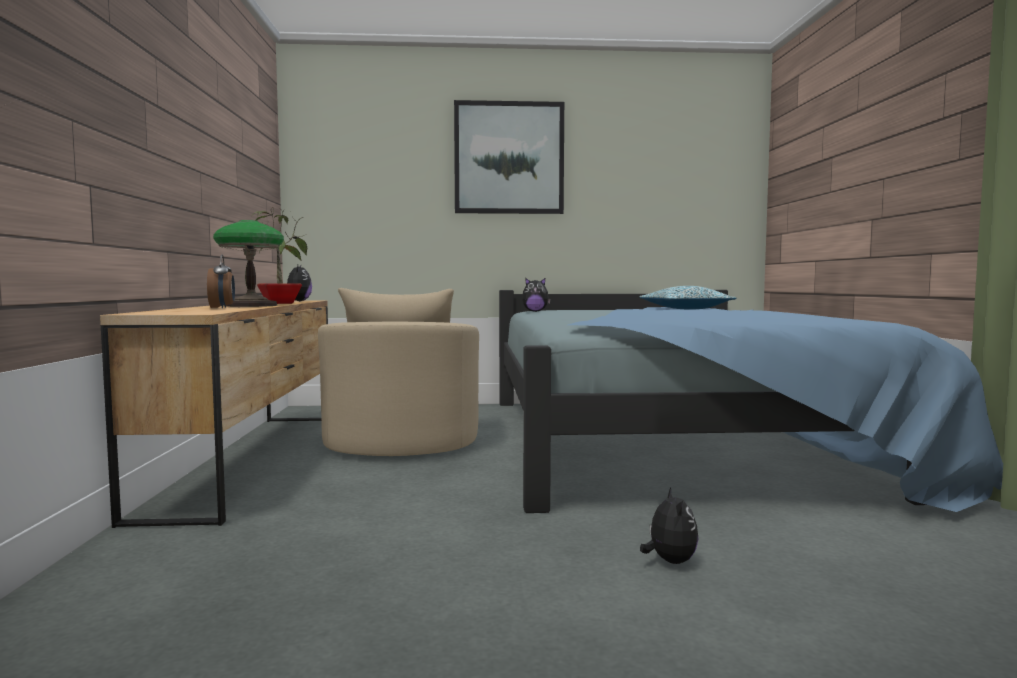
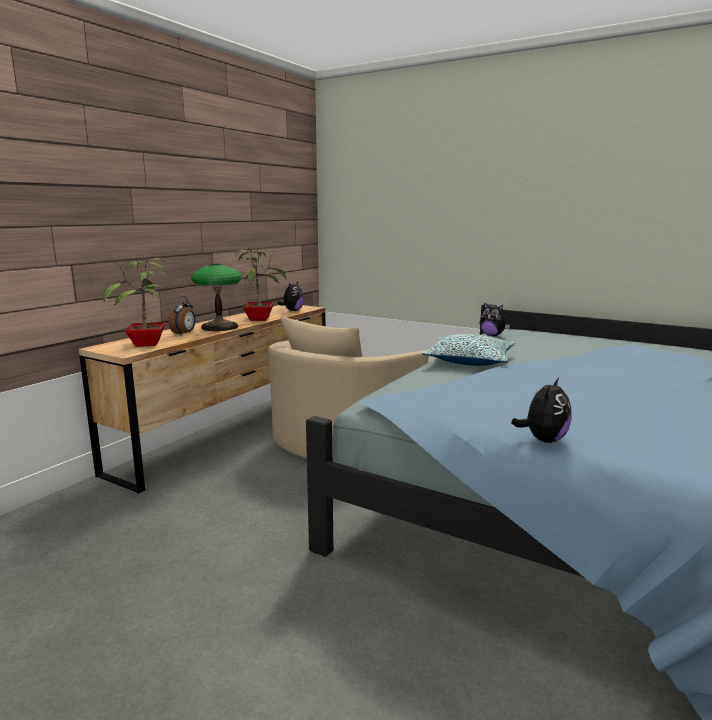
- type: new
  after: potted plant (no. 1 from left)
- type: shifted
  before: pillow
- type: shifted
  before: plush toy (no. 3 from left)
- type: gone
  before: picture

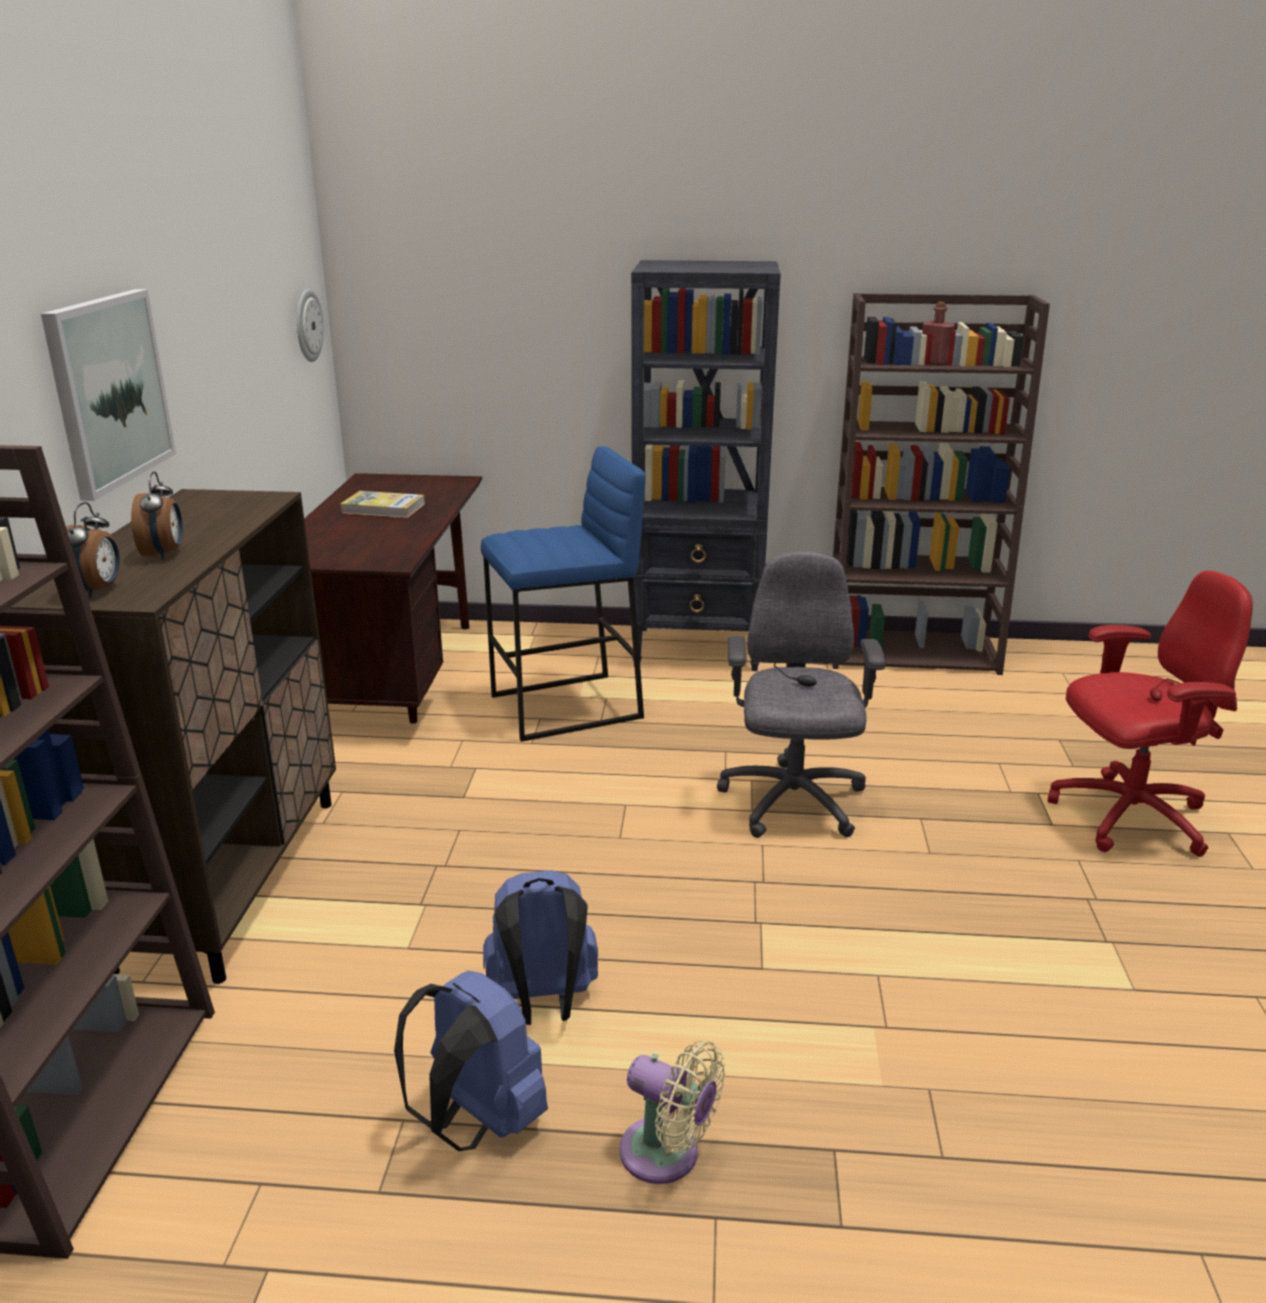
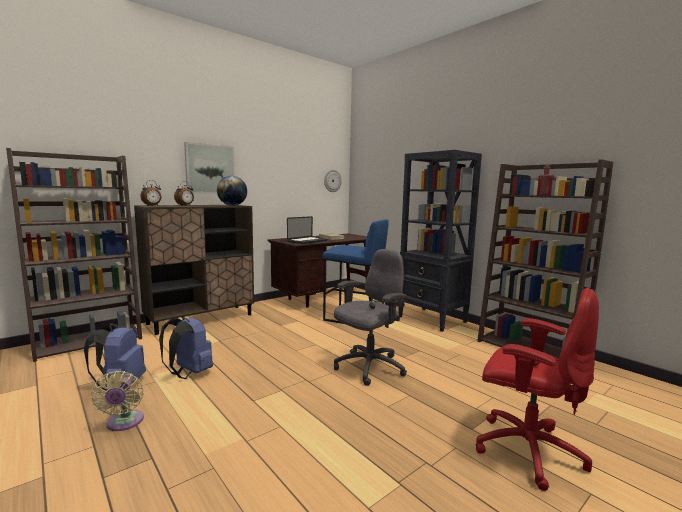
- type: new
  after: globe
- type: new
  after: laptop

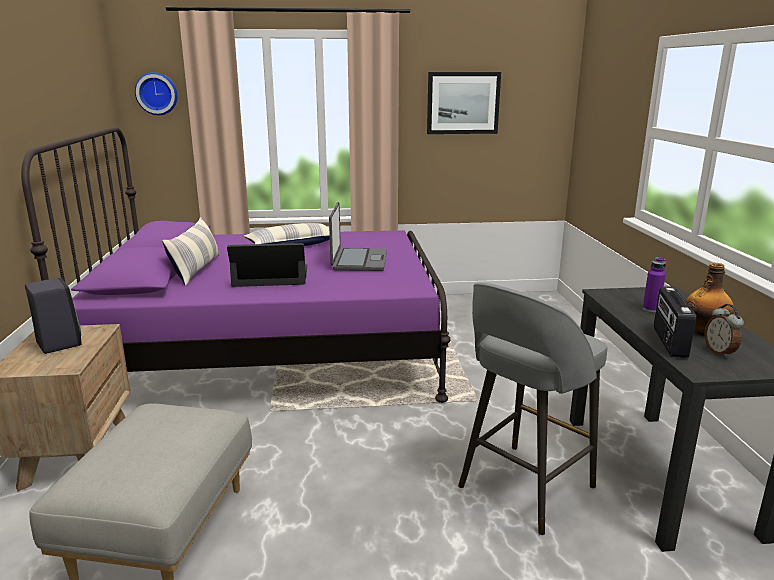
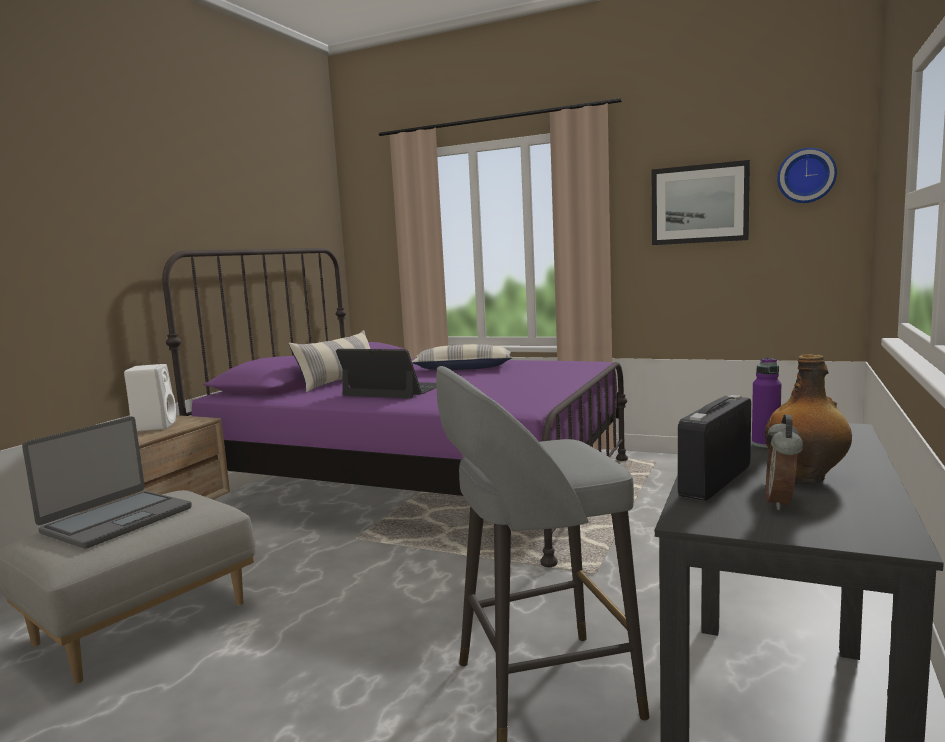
- type: shifted
  before: laptop (no. 2 from left in the first image)
  after: laptop (no. 1 from left)
- type: repainted
  before: black speaker
  after: white speaker
- type: shifted
  before: wall clock

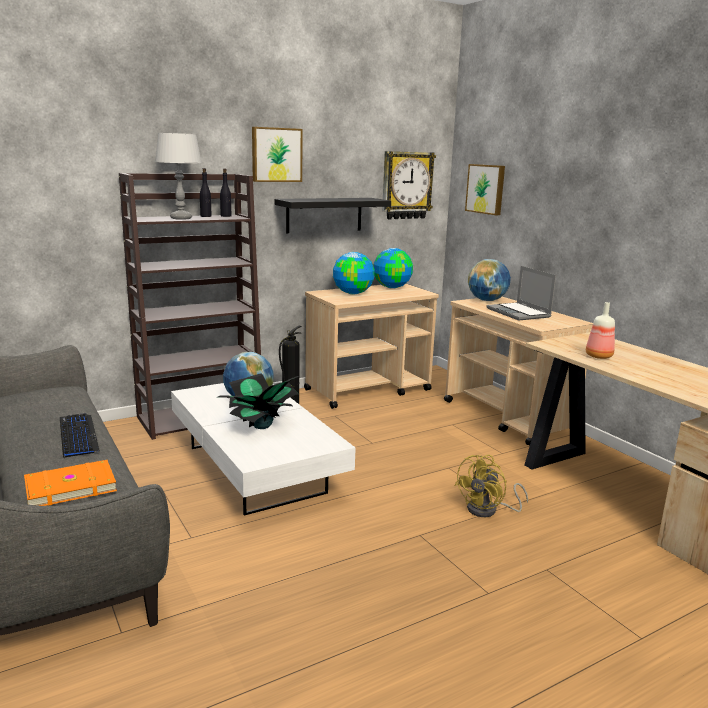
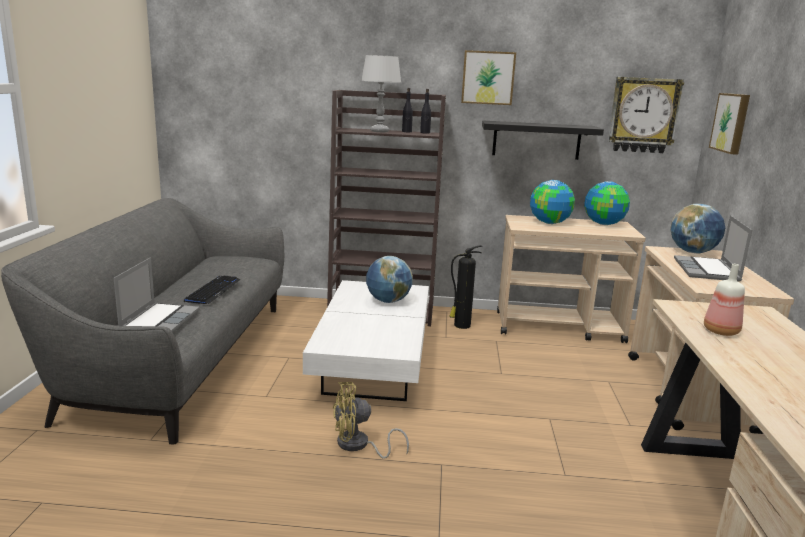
- type: swapped
  before: orange book
  after: laptop (no. 1 from left)
- type: shifted
  before: yellow fan
- type: gone
  before: potted plant

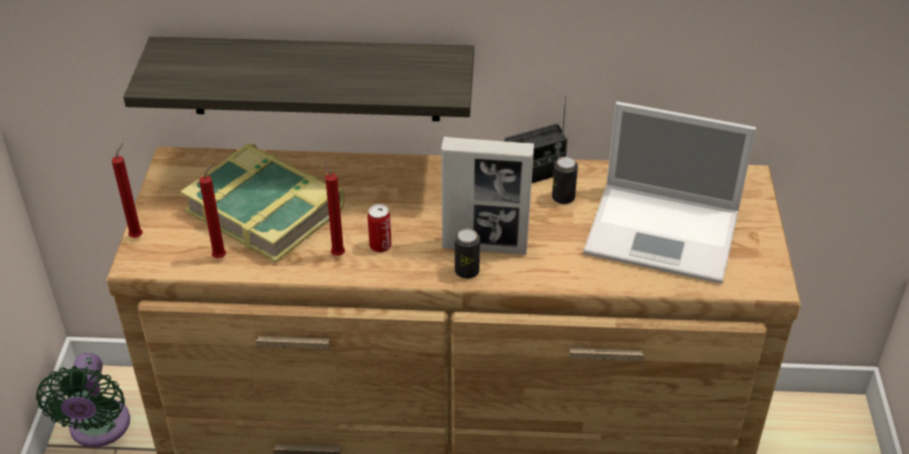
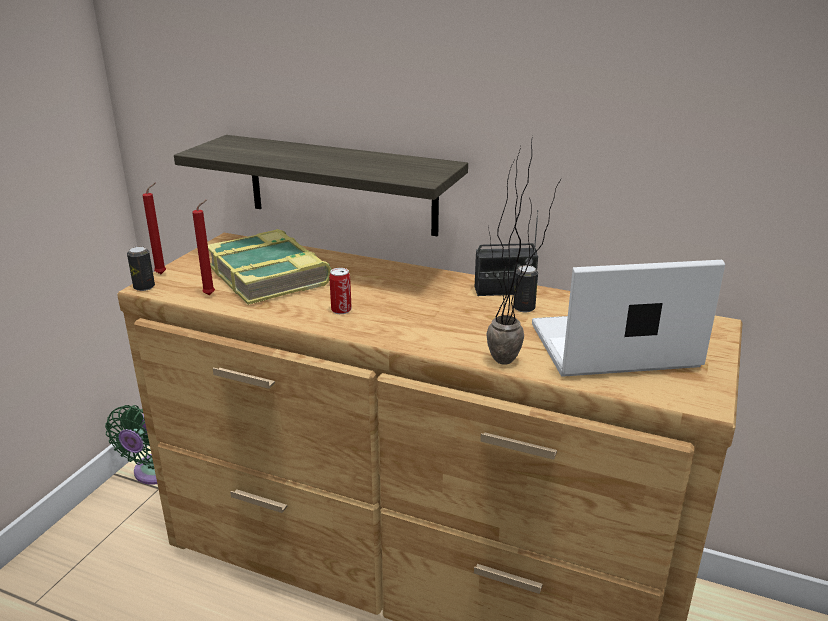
- type: shifted
  before: can (no. 2 from left in the first image)
  after: can (no. 1 from left)
- type: new
  after: potted plant
- type: rotated
  before: laptop
  turn: 135
- type: gone
  before: red candle (no. 3 from left)
- type: gone
  before: picture frame

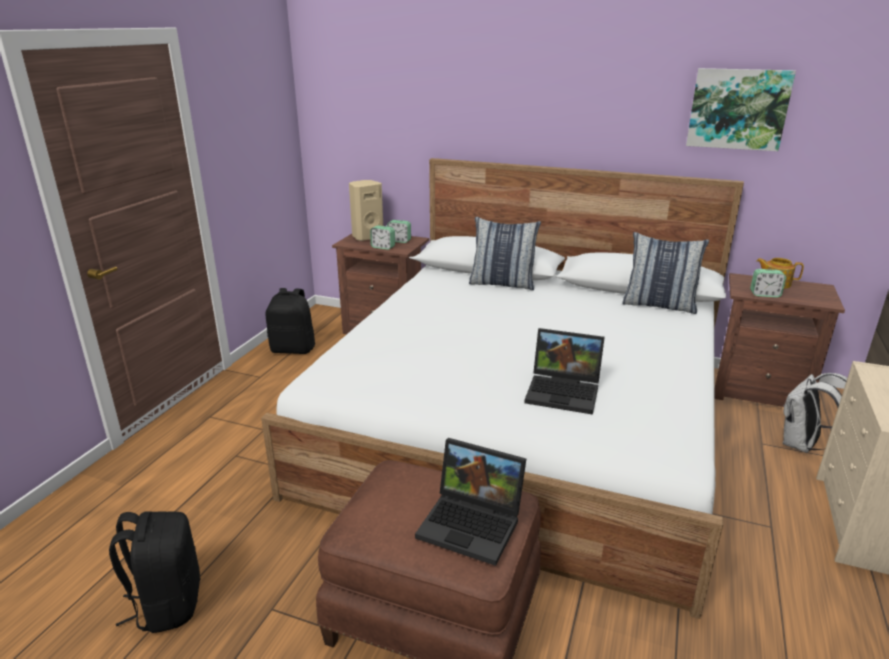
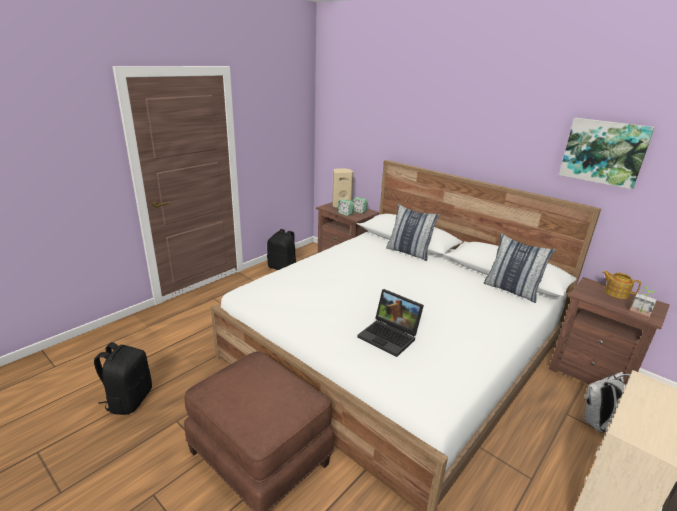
- type: new
  after: potted plant
- type: gone
  before: laptop (no. 1 from left)
- type: gone
  before: alarm clock (no. 3 from left)

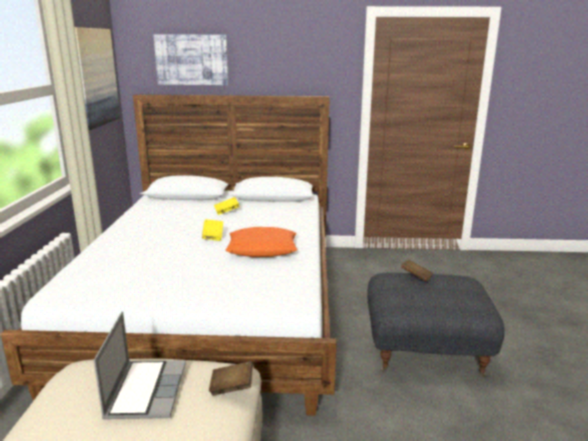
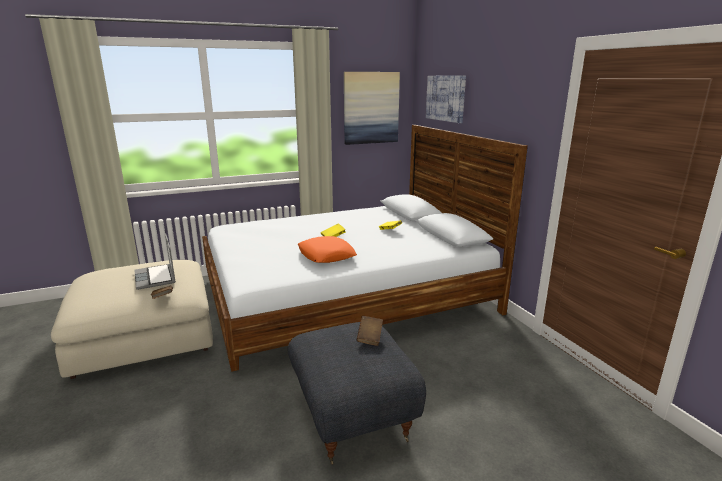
- type: rotated
  before: laptop
  turn: 90

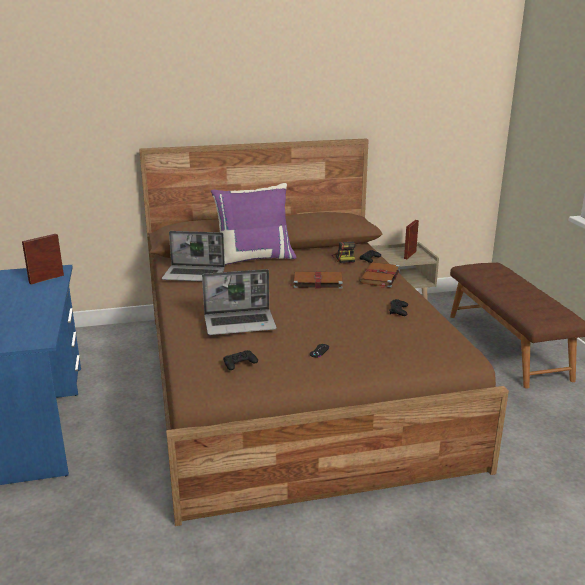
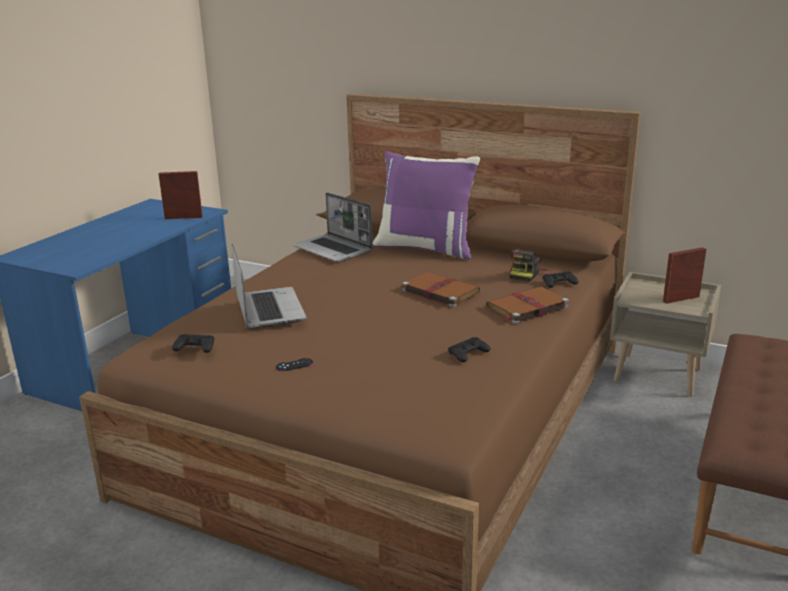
- type: rotated
  before: laptop (no. 2 from left in the first image)
  turn: -135

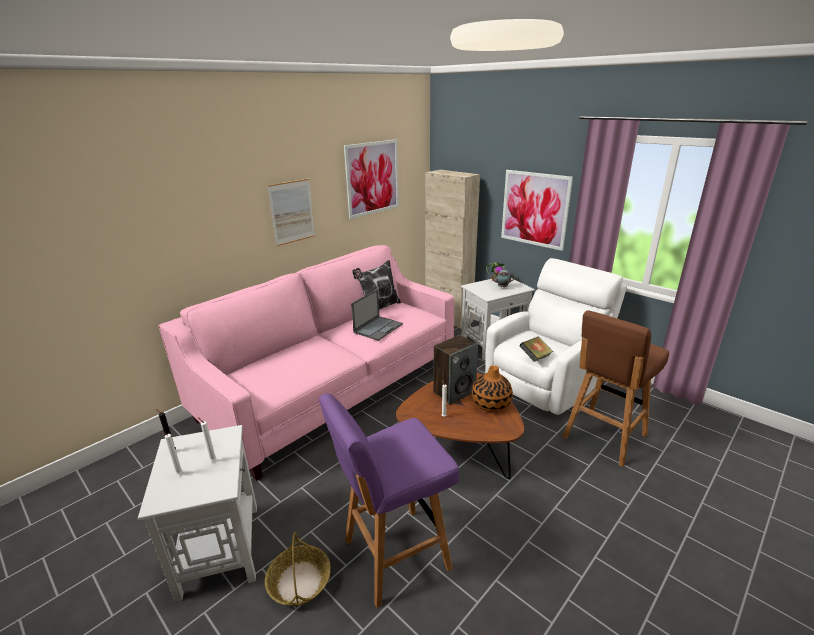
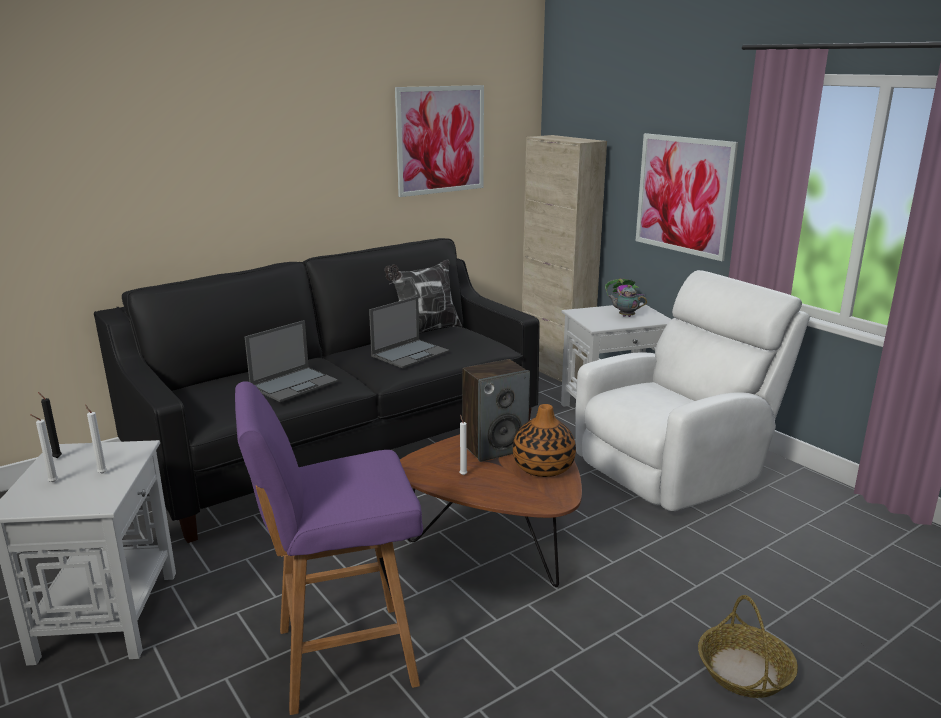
- type: repainted
  before: pink sofa
  after: black sofa
- type: new
  after: laptop (no. 1 from left)
- type: shifted
  before: basket
- type: gone
  before: picture (no. 1 from left)
- type: gone
  before: book
- type: gone
  before: brown stool

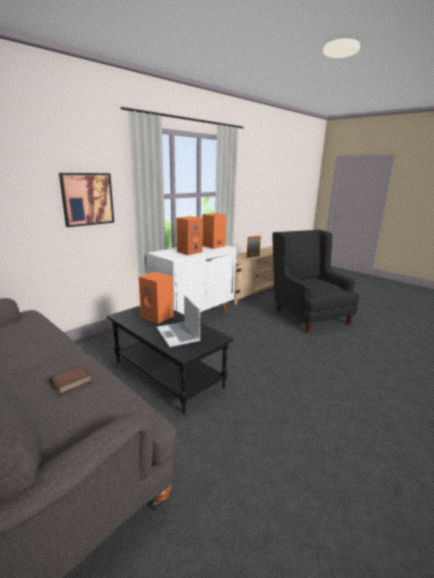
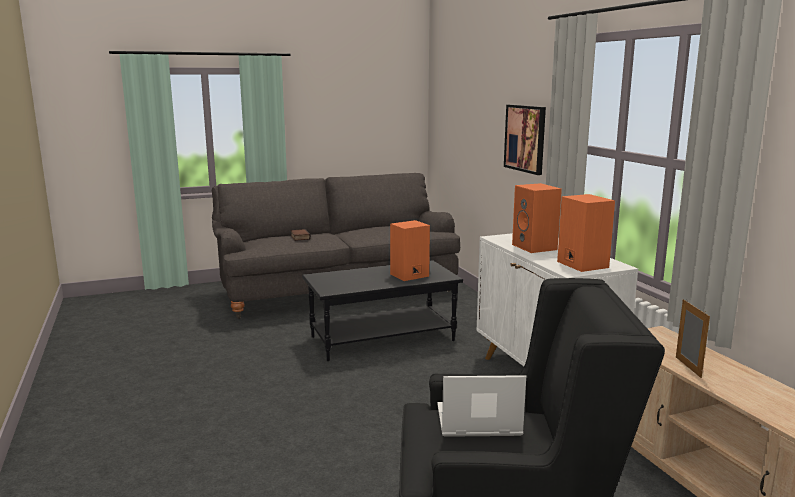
- type: shifted
  before: laptop

